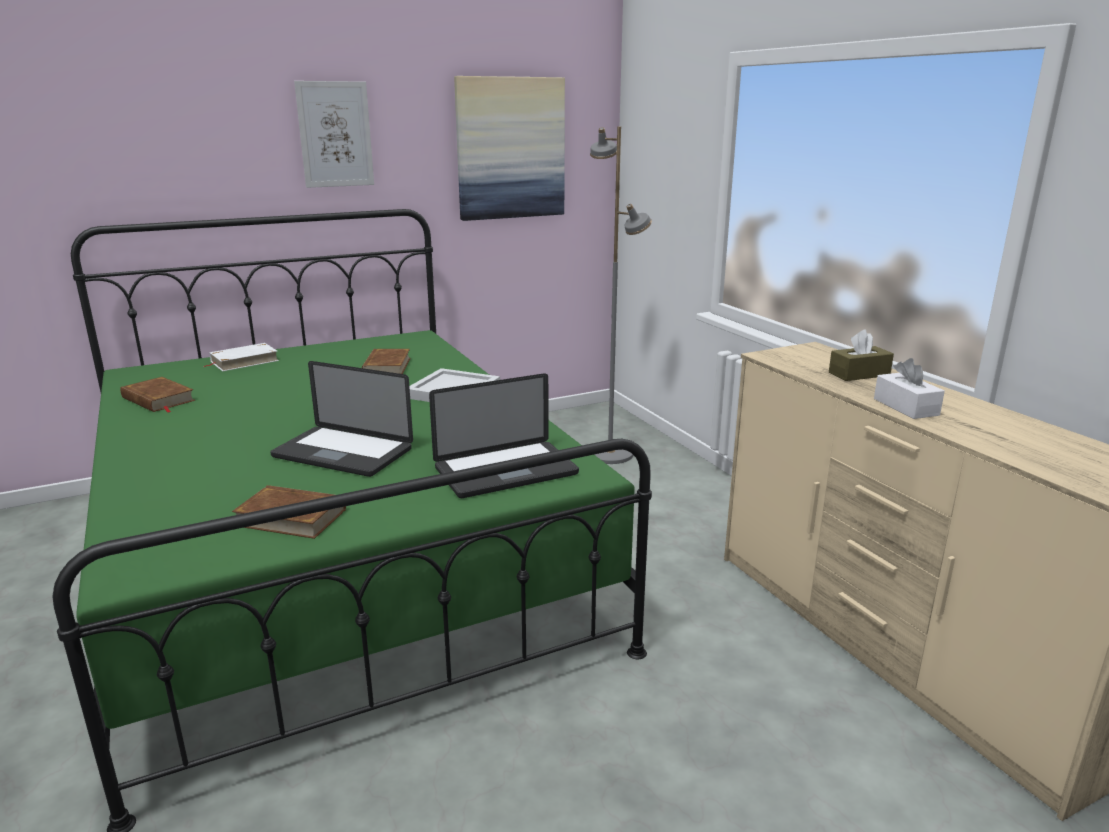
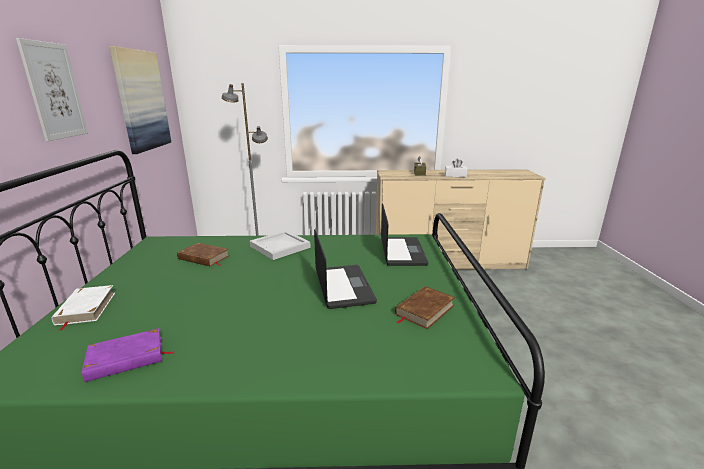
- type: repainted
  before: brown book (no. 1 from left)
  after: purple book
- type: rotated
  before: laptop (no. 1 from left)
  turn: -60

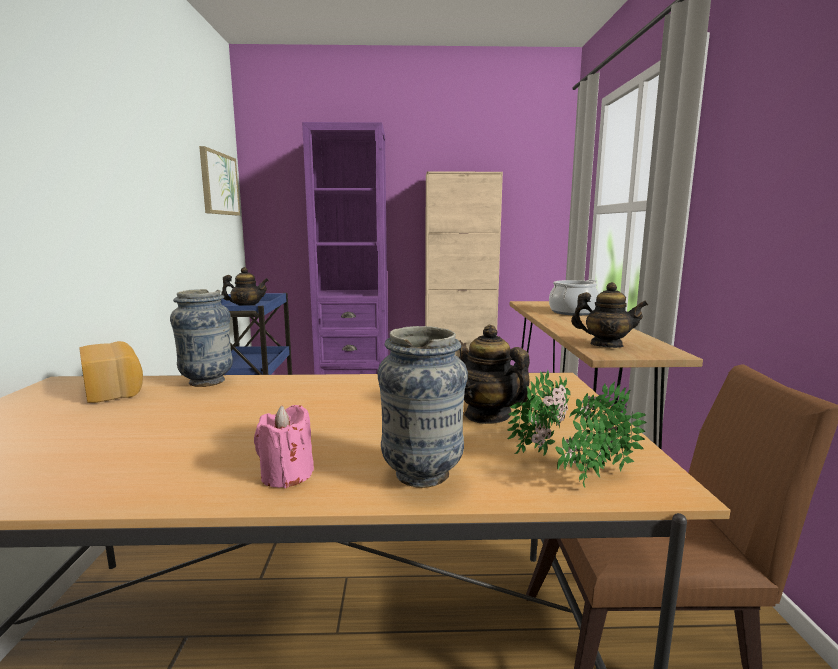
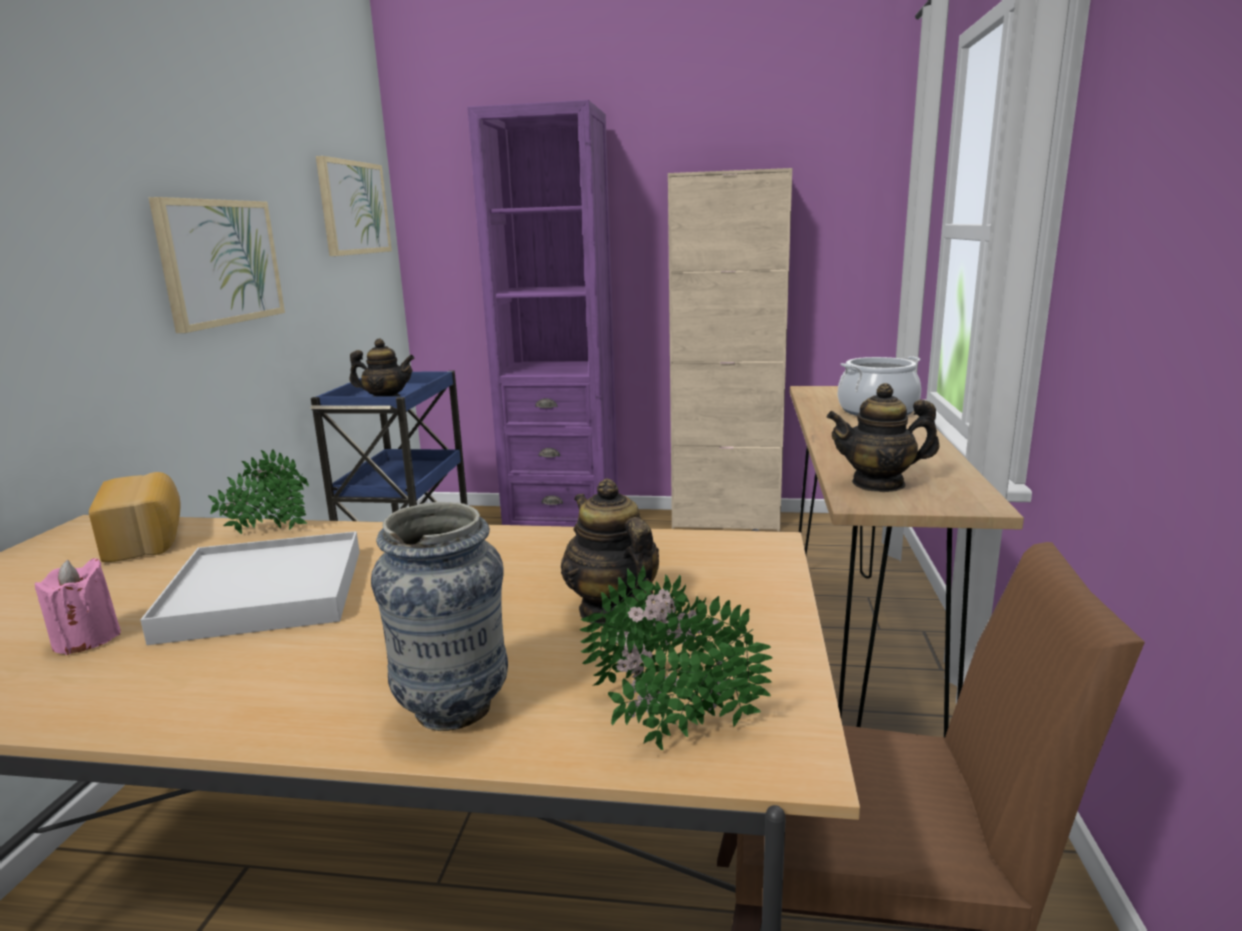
- type: shifted
  before: pink candle
- type: new
  after: white tray
- type: new
  after: picture (no. 1 from left)
- type: swapped
  before: vase (no. 1 from left)
  after: potted plant (no. 1 from left)
- type: rotated
  before: teapot (no. 3 from left)
  turn: 150

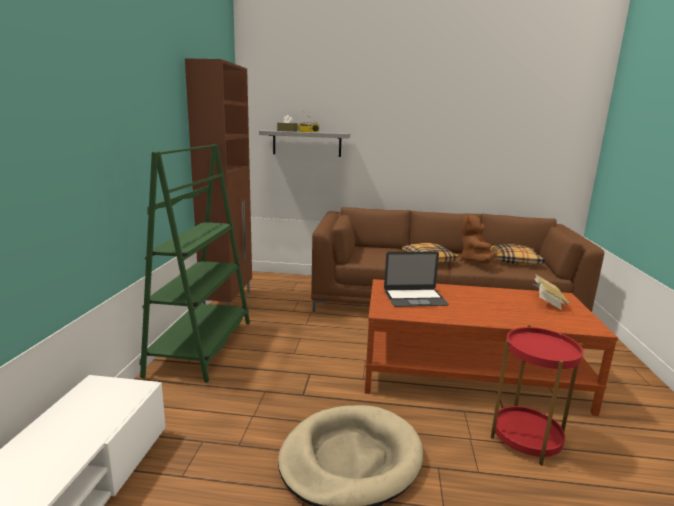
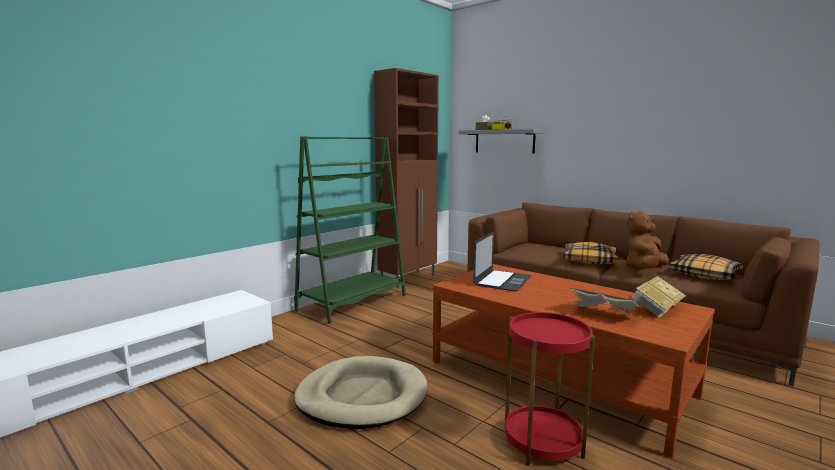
- type: rotated
  before: laptop
  turn: -90
- type: new
  after: book (no. 1 from left)

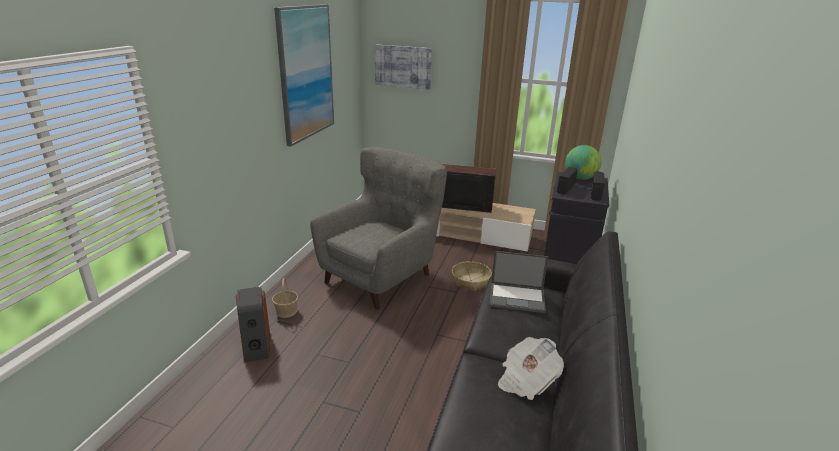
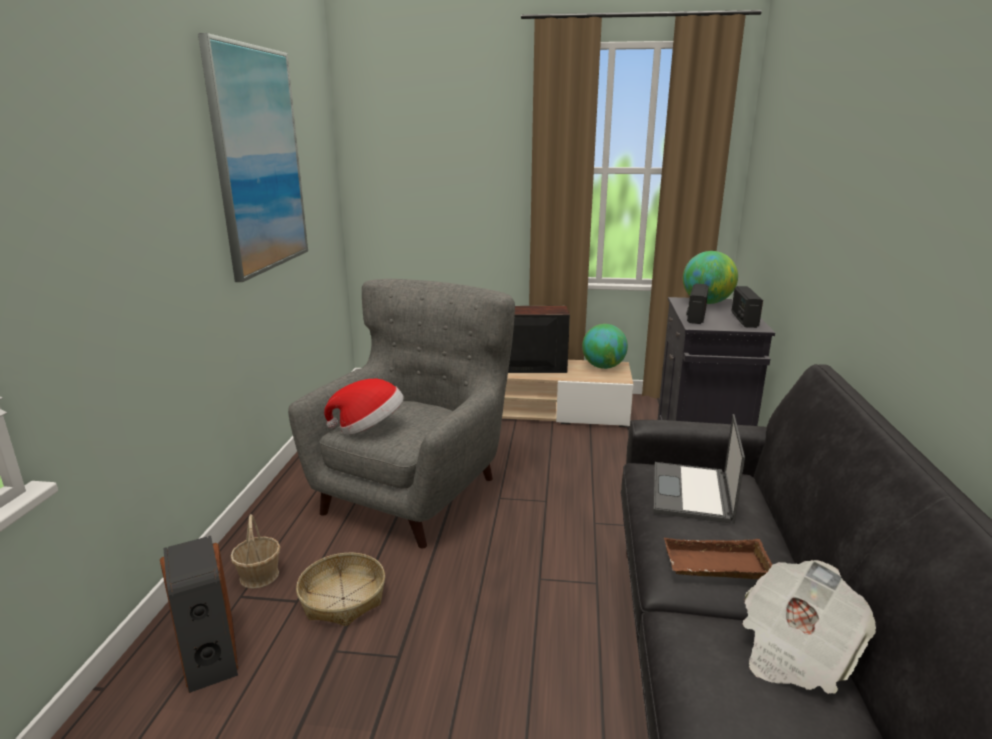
- type: shifted
  before: basket (no. 2 from left)
- type: new
  after: hat
- type: new
  after: globe (no. 1 from left)
- type: rotated
  before: laptop
  turn: 105
- type: new
  after: brown tray
- type: gone
  before: picture (no. 2 from left)

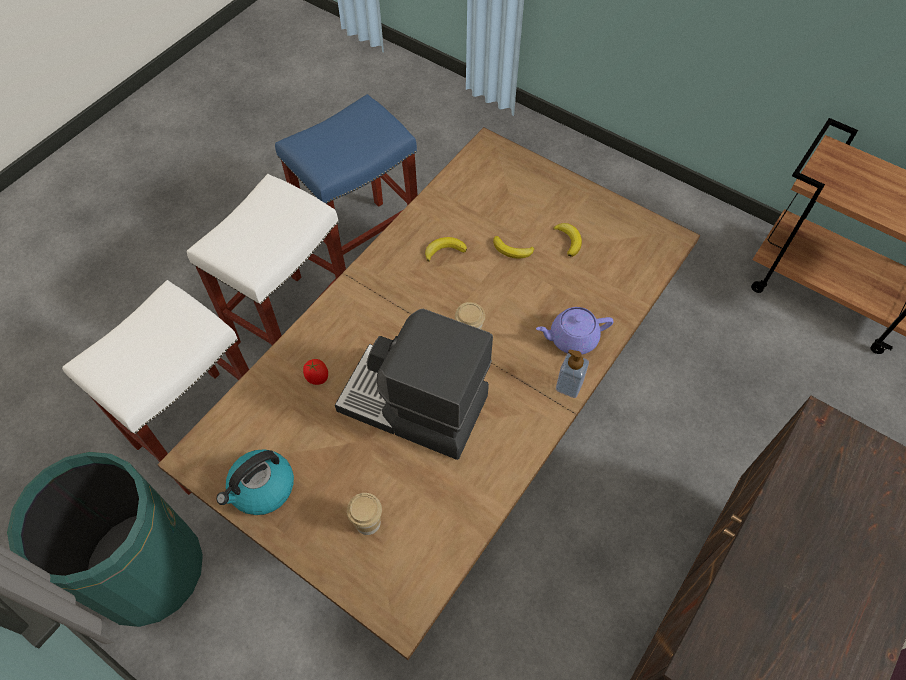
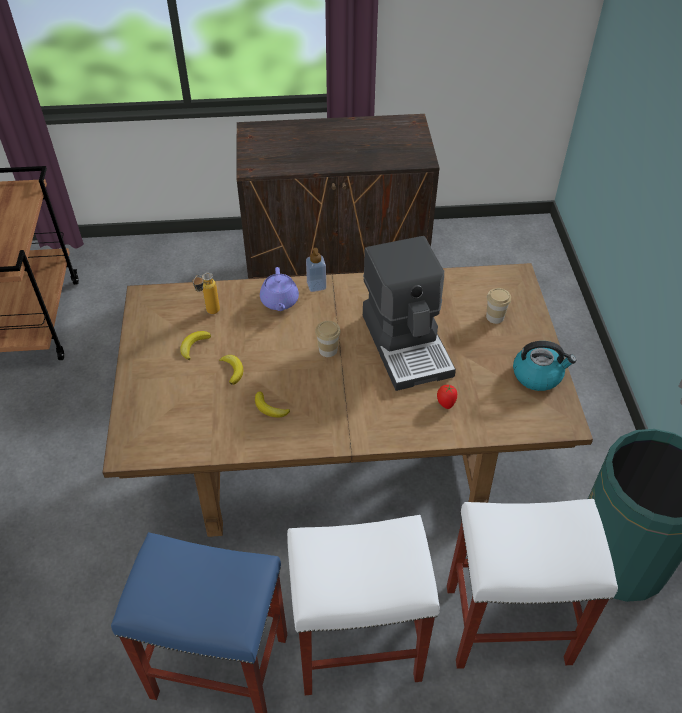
- type: new
  after: bottle
- type: rotated
  before: purple teapot
  turn: 45

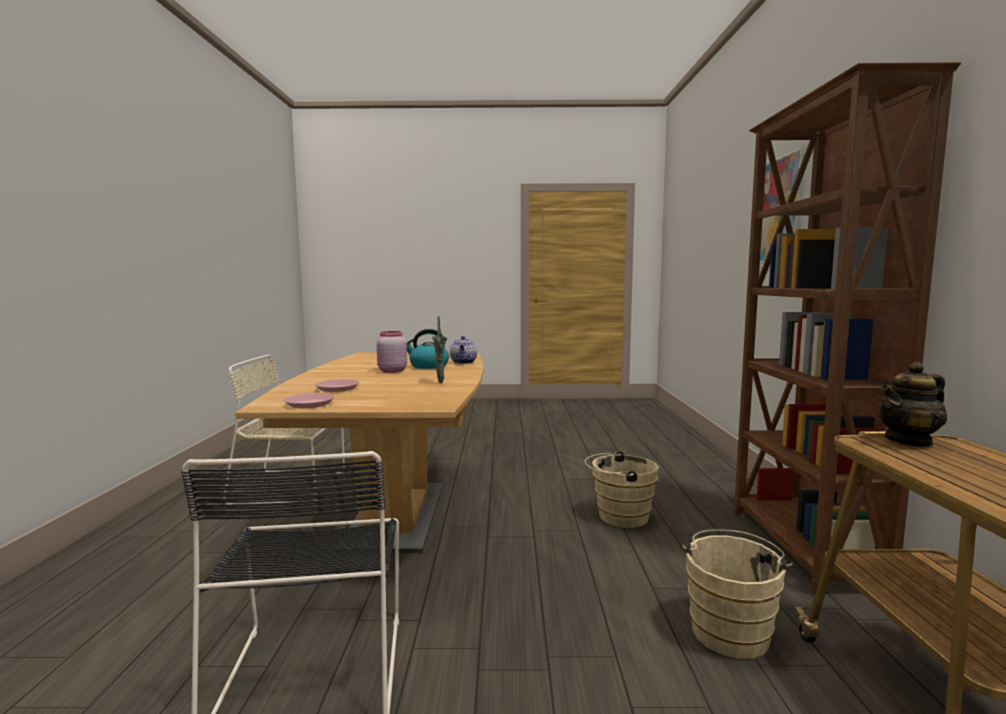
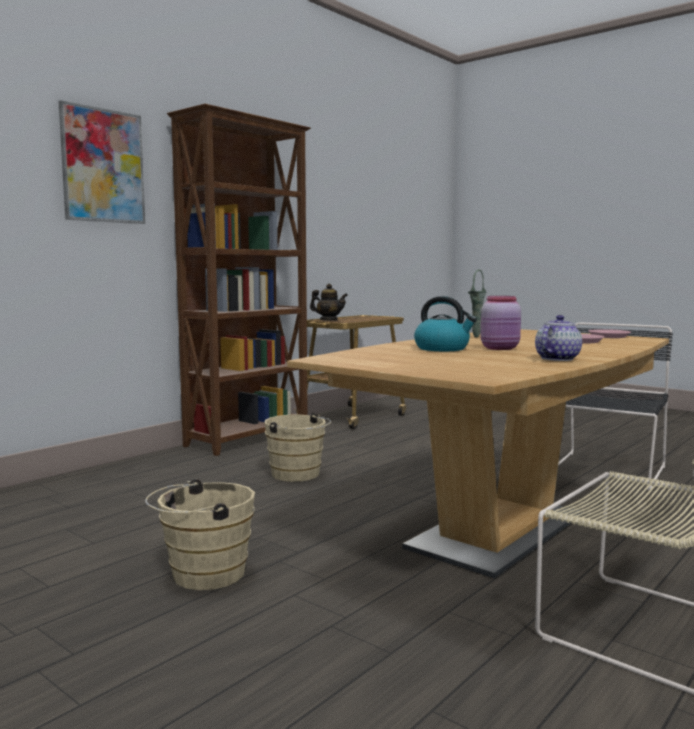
- type: shifted
  before: beige bucket (no. 2 from left in the first image)
  after: beige bucket (no. 1 from left)
- type: shifted
  before: teapot (no. 1 from left in the first image)
  after: teapot (no. 2 from left)

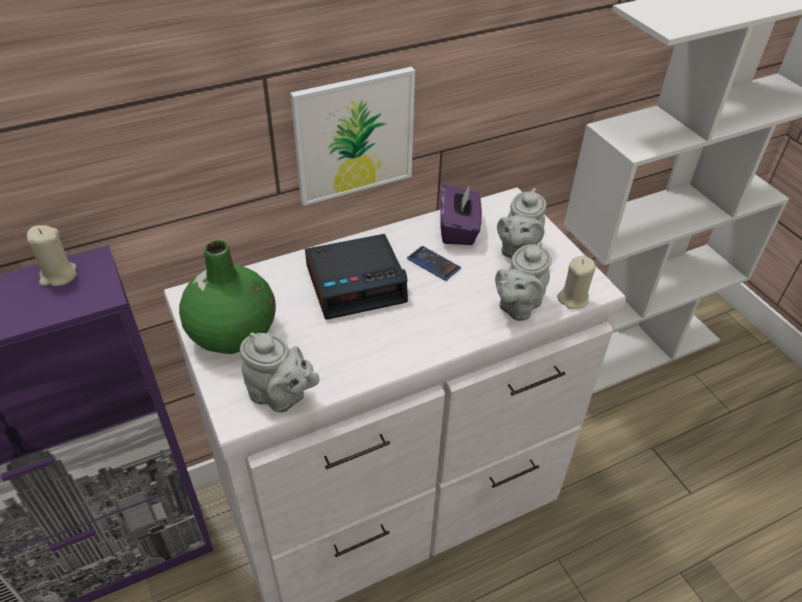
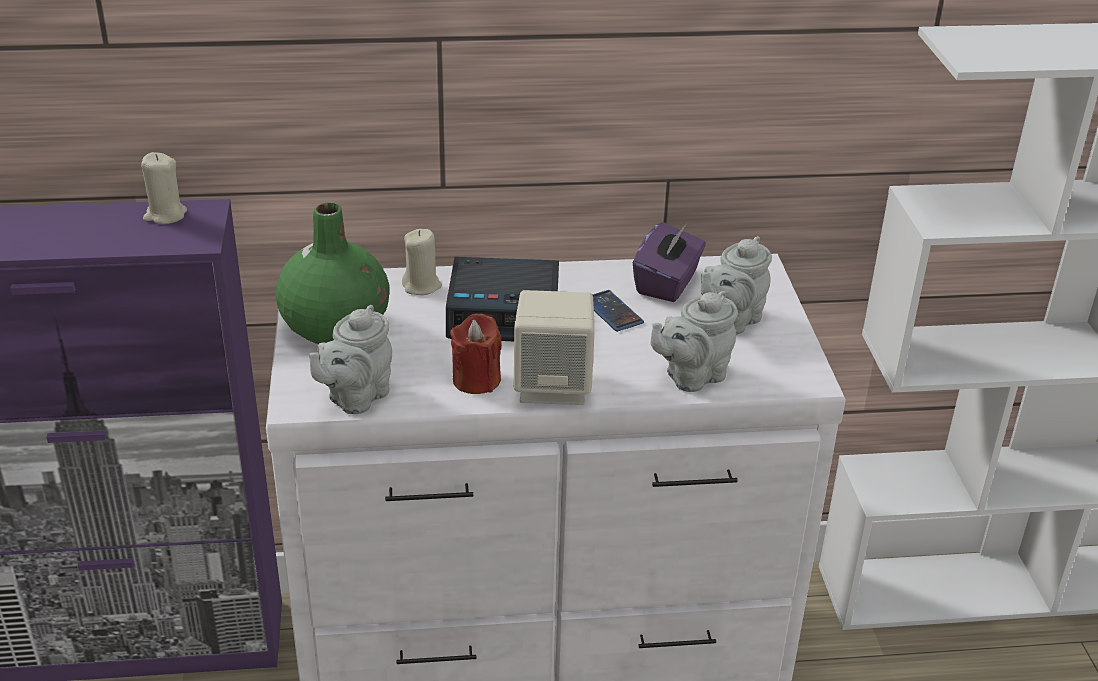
- type: rotated
  before: grey teapot (no. 1 from left)
  turn: 75
- type: shifted
  before: beige candle (no. 2 from left)
- type: new
  after: red candle
- type: new
  after: beige speaker
- type: gone
  before: picture

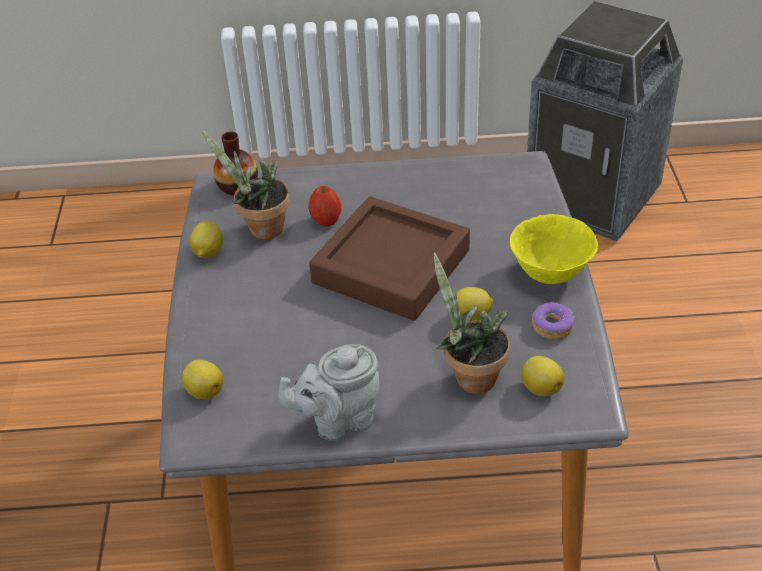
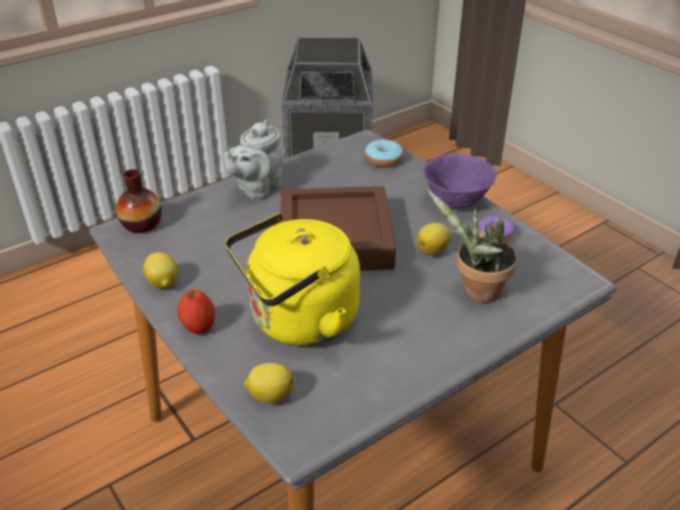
- type: shifted
  before: apple
- type: shifted
  before: grey teapot
- type: new
  after: yellow kettle
- type: new
  after: donut (no. 1 from left)
- type: repainted
  before: yellow bowl
  after: purple bowl
- type: gone
  before: potted plant (no. 1 from left)
- type: gone
  before: lemon (no. 4 from left)

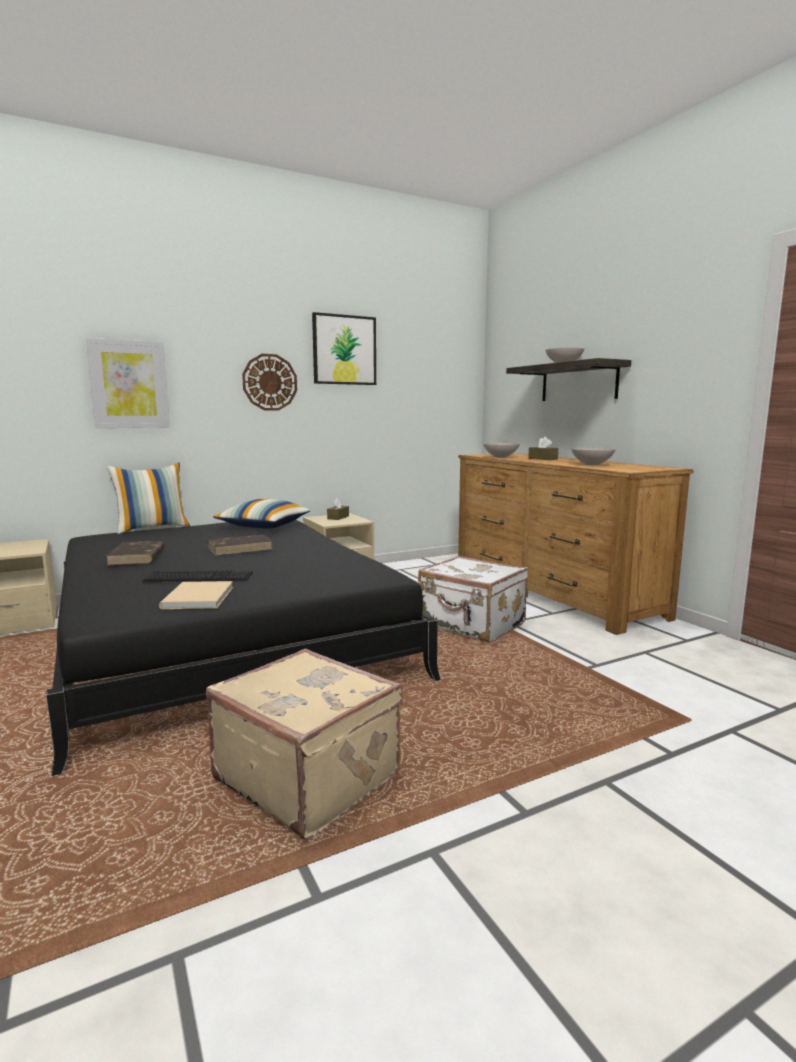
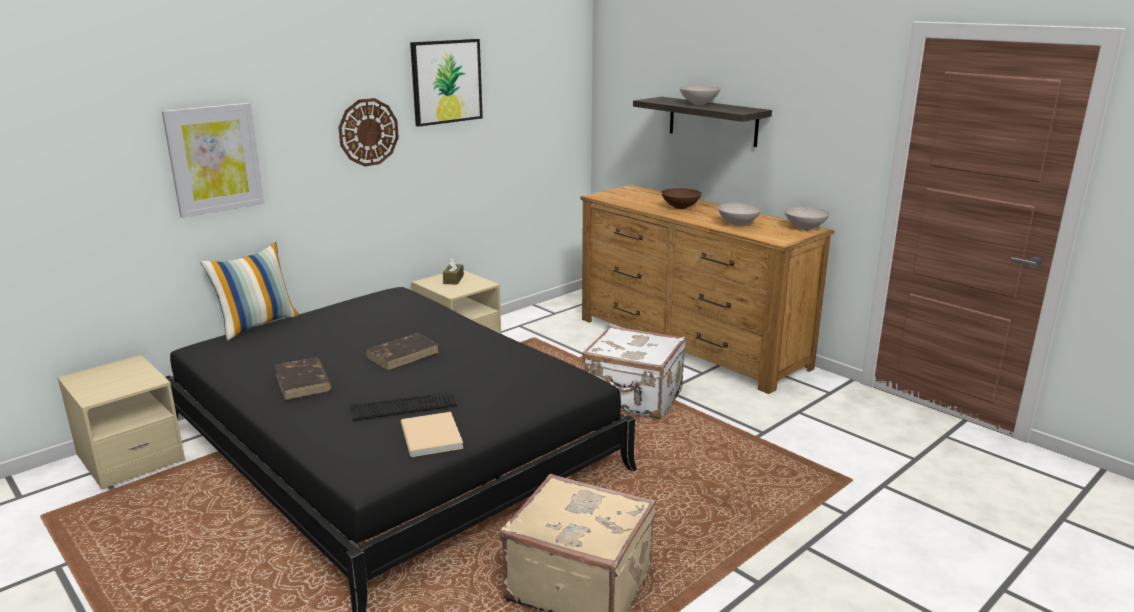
- type: swapped
  before: brown tissue box (no. 2 from left)
  after: brown bowl
- type: shifted
  before: white bowl (no. 1 from left in the first image)
  after: white bowl (no. 3 from left)
- type: gone
  before: pillow (no. 2 from left)

